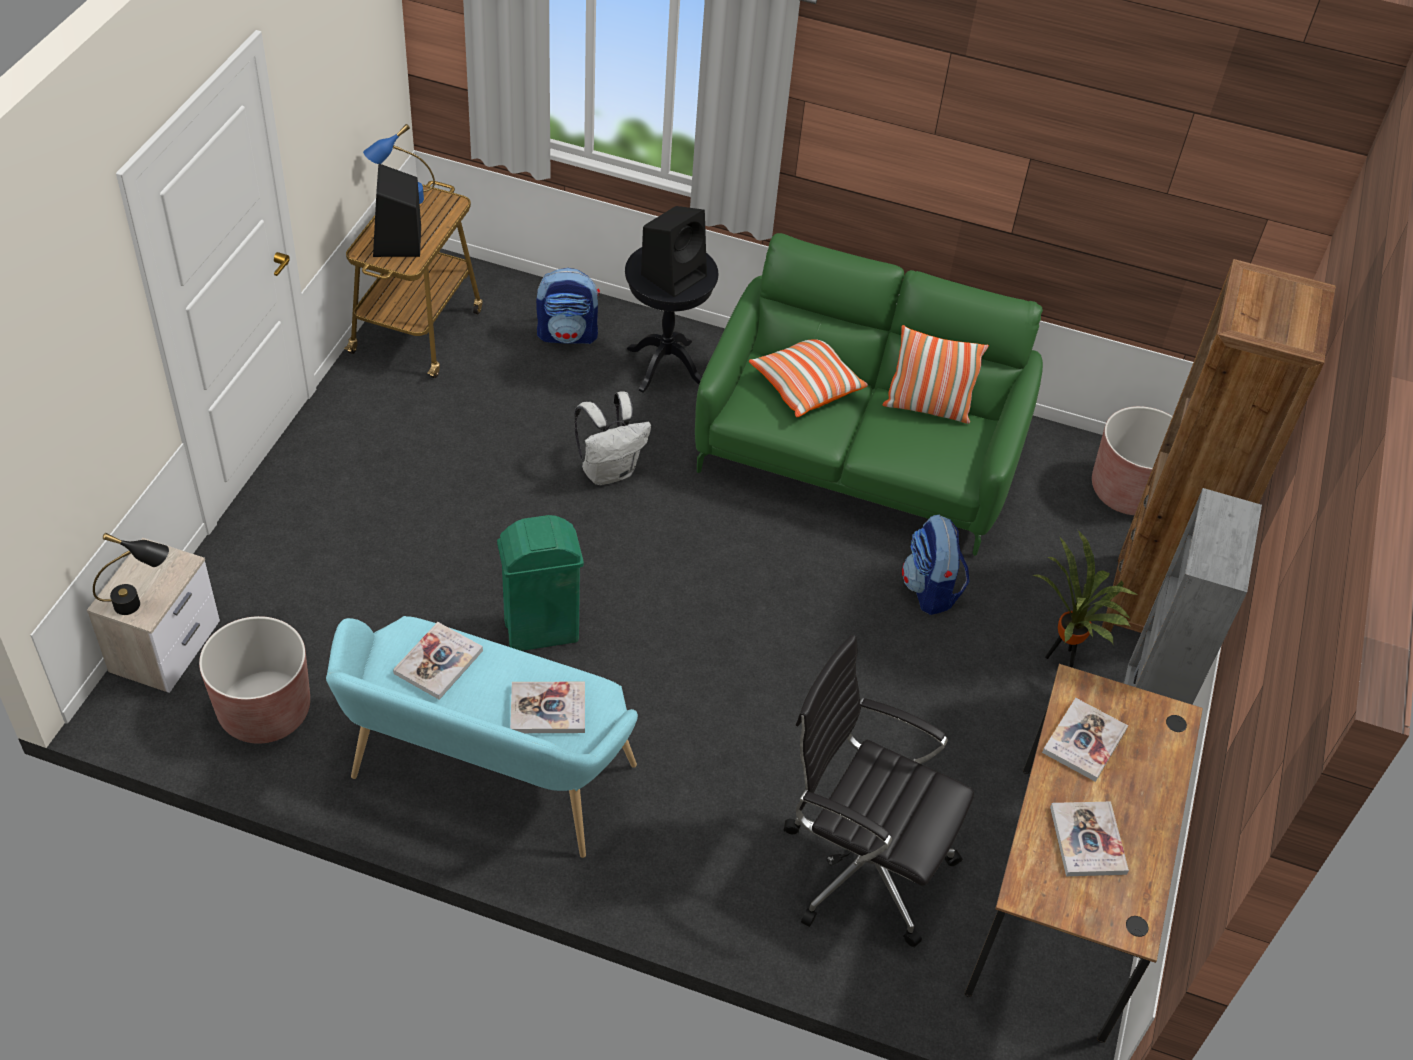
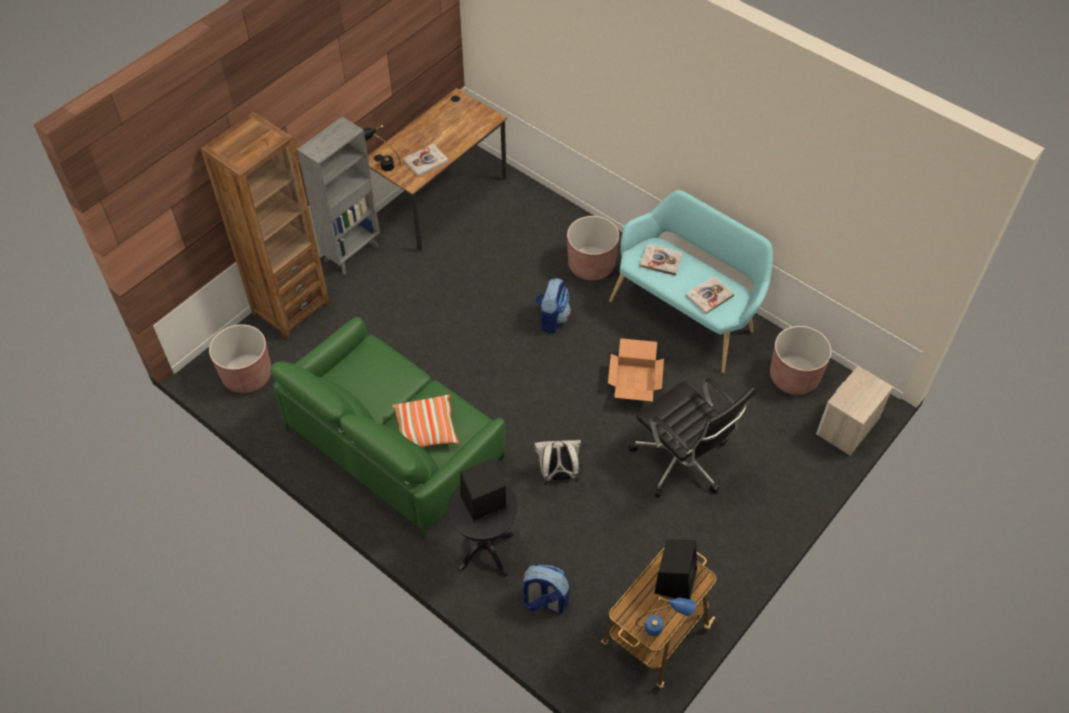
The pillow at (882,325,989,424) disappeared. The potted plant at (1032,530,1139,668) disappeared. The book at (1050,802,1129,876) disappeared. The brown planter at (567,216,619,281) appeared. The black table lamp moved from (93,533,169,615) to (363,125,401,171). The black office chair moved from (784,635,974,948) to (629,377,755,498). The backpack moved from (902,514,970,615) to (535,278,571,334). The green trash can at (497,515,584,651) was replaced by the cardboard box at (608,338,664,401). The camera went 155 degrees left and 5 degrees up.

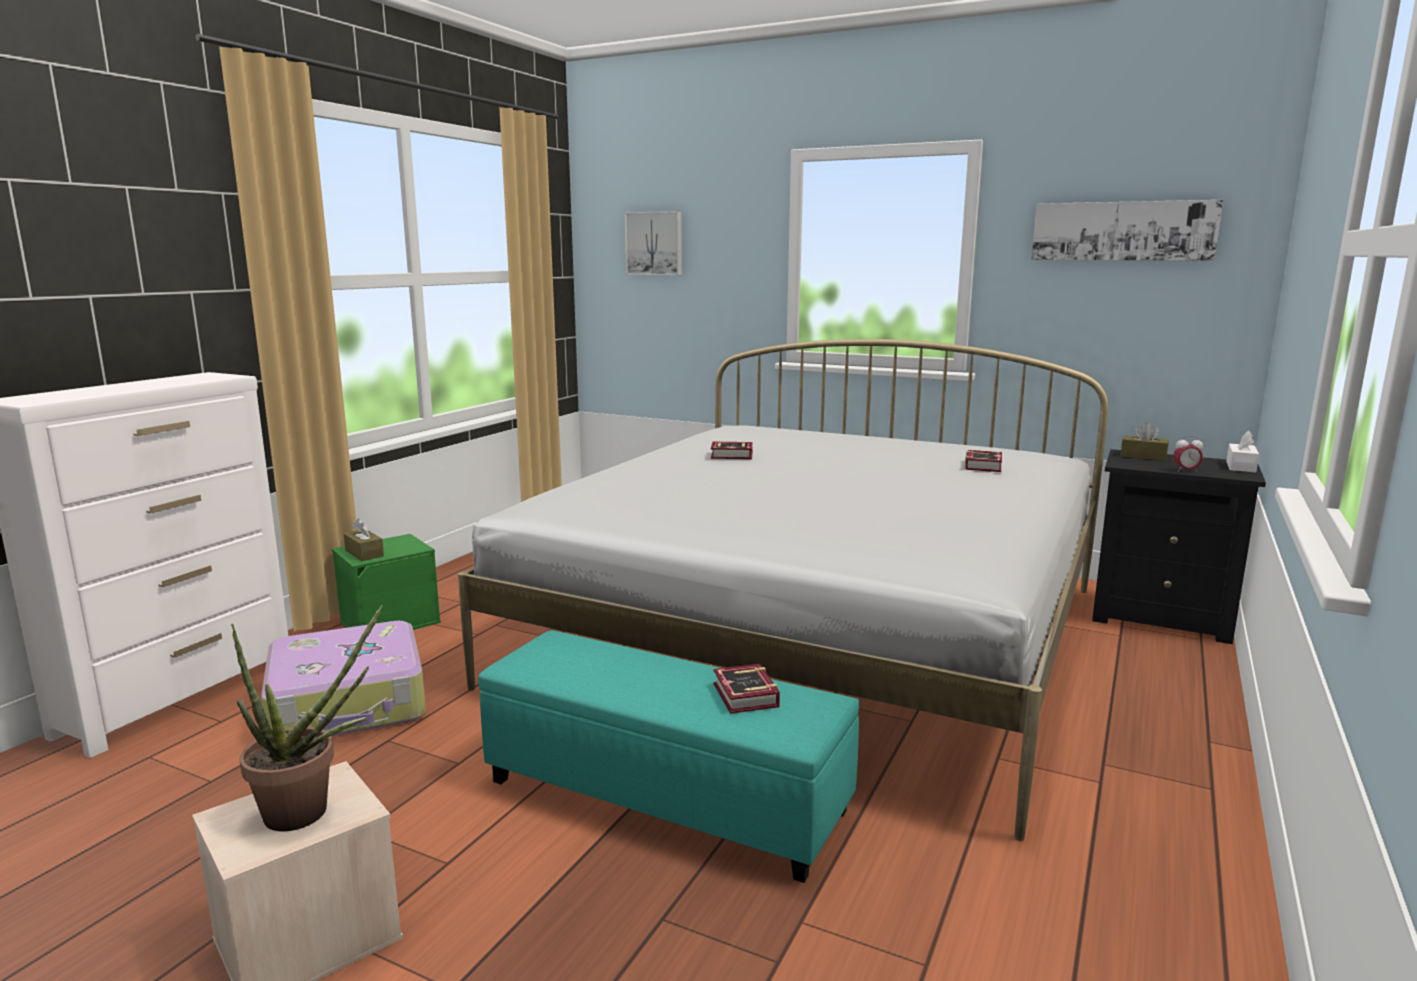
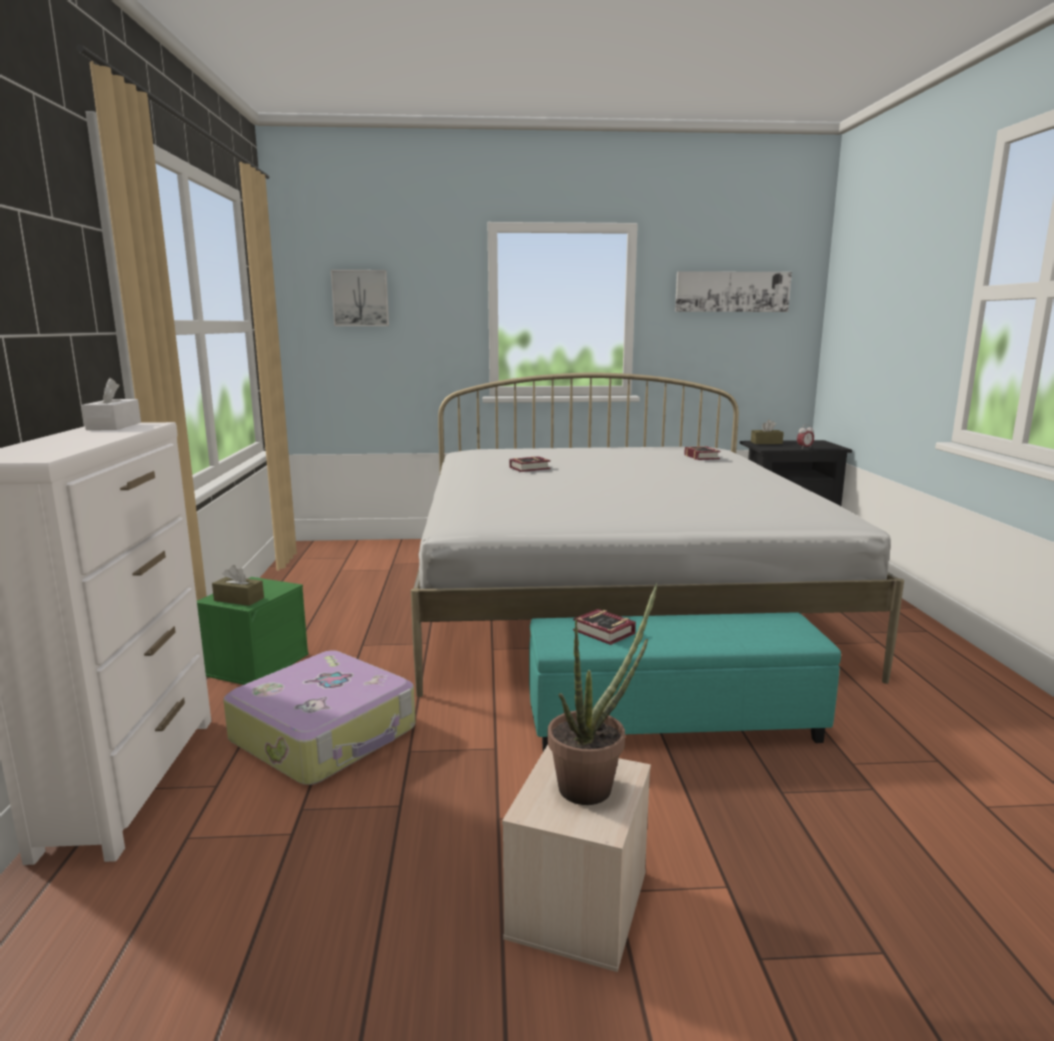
The book moved from (713,664,780,714) to (573,609,636,645). The white tissue box moved from (1226,431,1259,473) to (82,378,141,430). The camera went 30 degrees left and 0 degrees up.

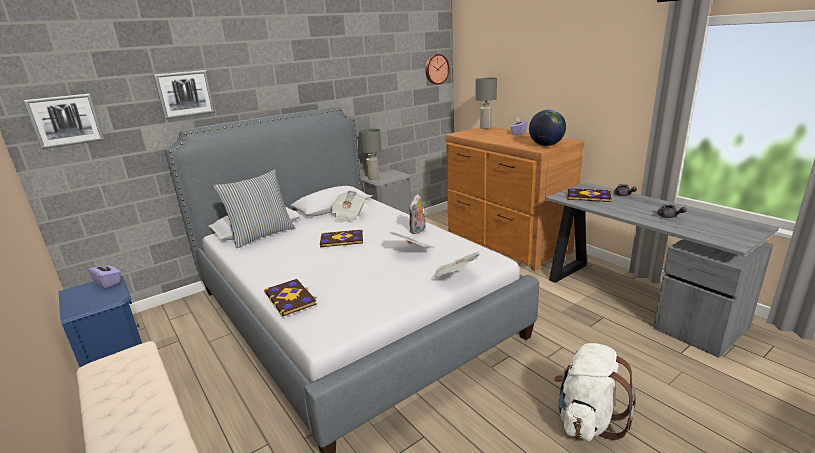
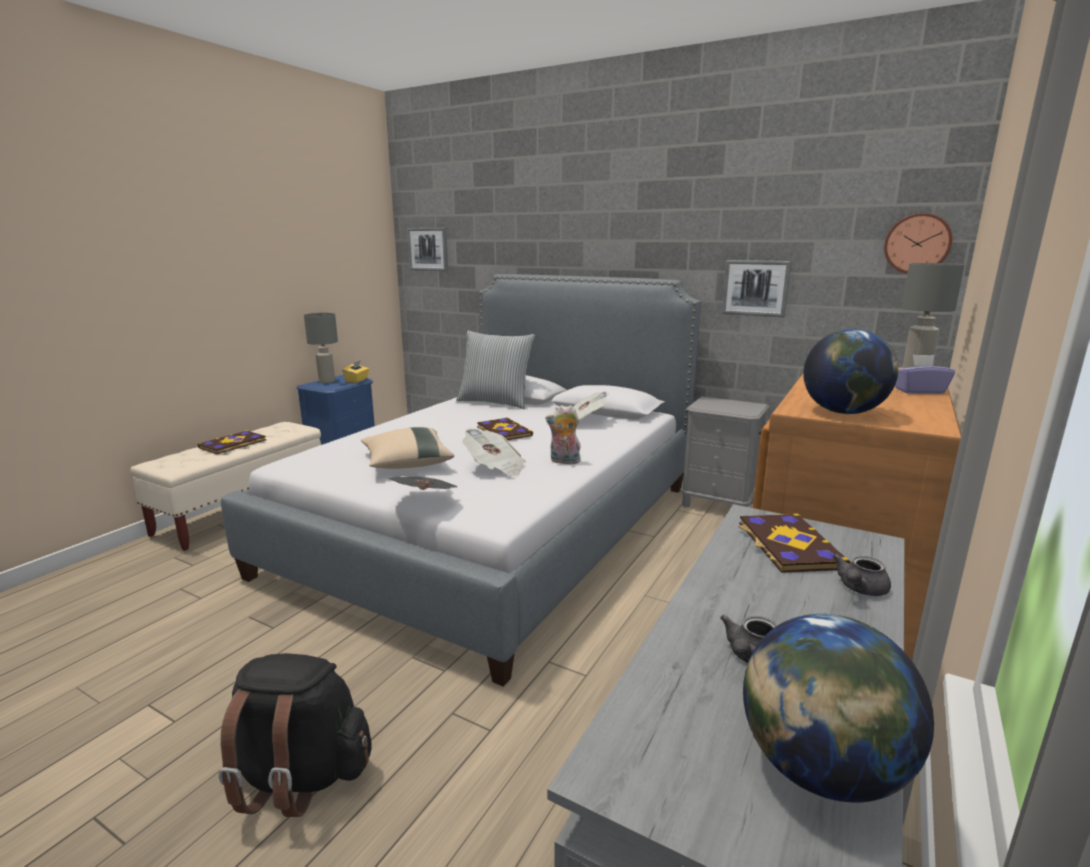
The beige pillow at (361,427,454,469) appeared. The globe at (743,614,934,802) appeared. The picture moved from (154,70,215,119) to (721,260,791,317). The book moved from (264,279,317,316) to (198,430,266,454). The grey table lamp moved from (359,129,382,180) to (304,313,338,383). The purple tissue box at (88,259,121,289) became the yellow tissue box at (342,360,369,383). The white backpack at (554,343,636,441) became the black backpack at (219,653,372,817). The camera went 65 degrees right and 5 degrees down.

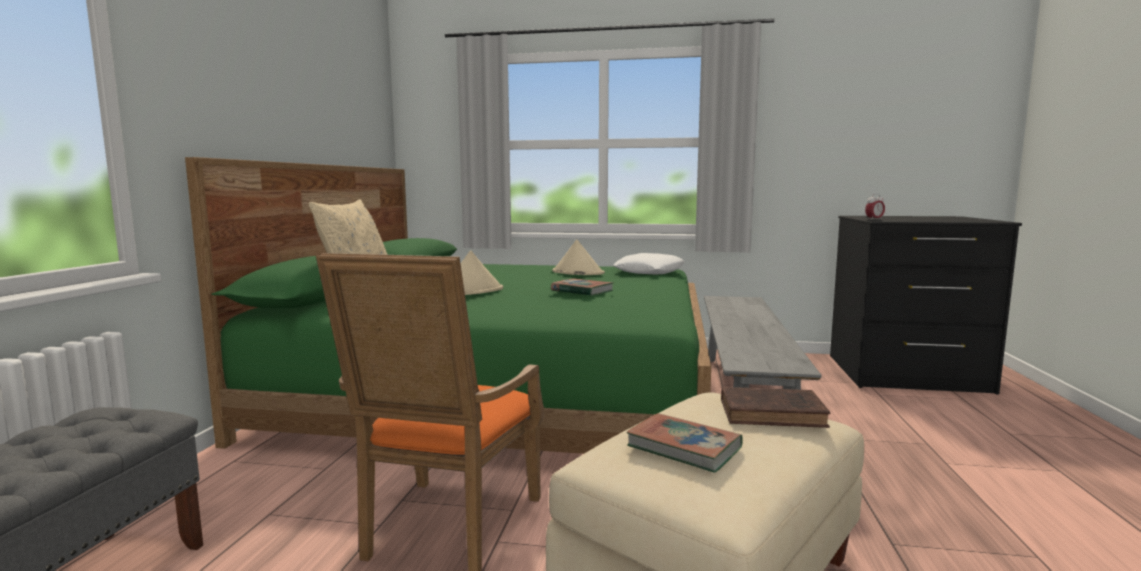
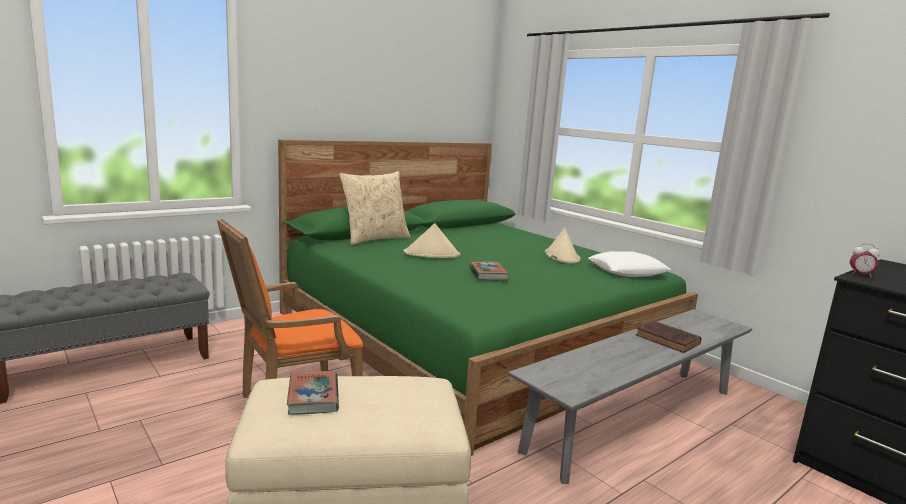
The brown book moved from (721,387,831,428) to (636,321,701,353). The camera went 40 degrees right and 5 degrees up.

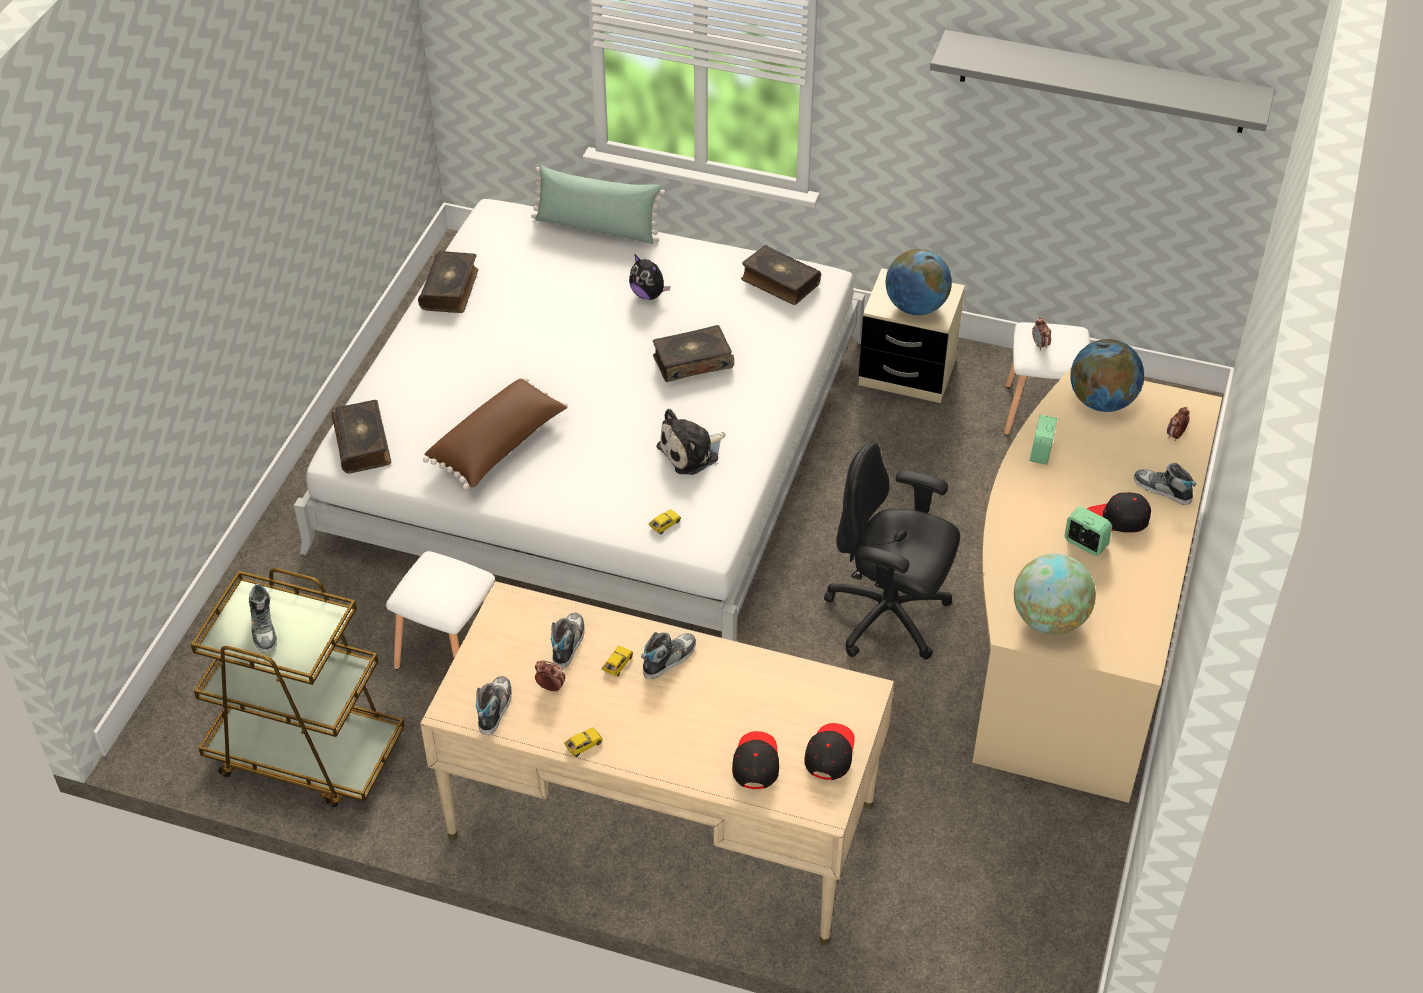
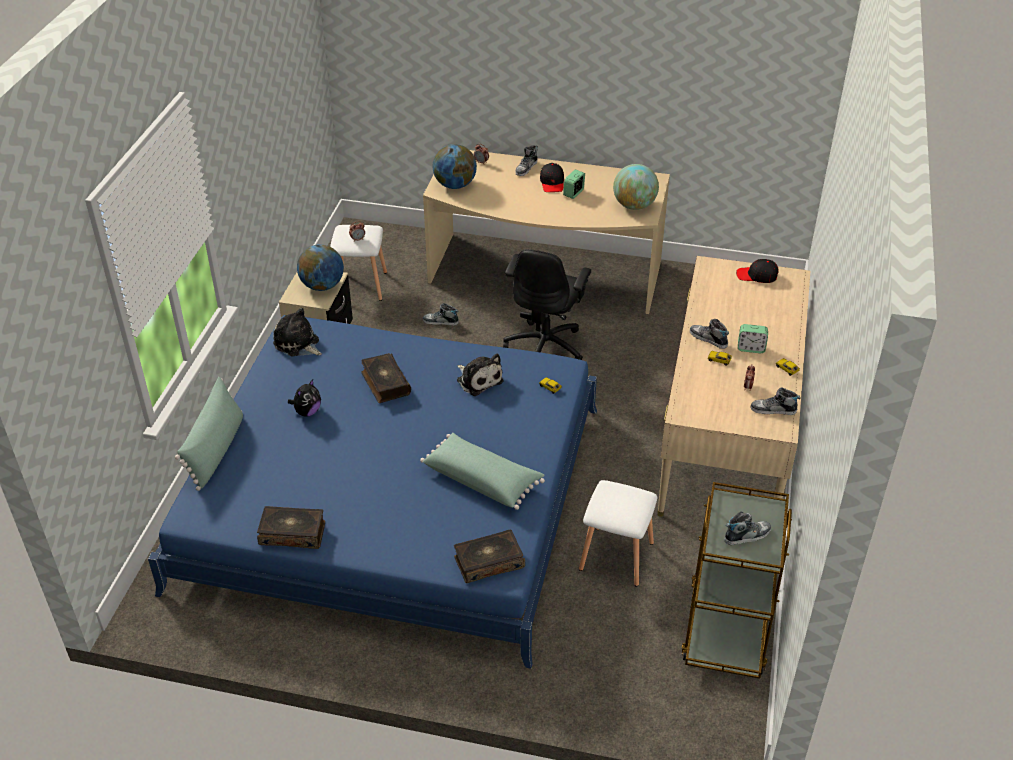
The black cap at (732,731,779,789) disappeared. The grey shelf at (930,30,1275,133) disappeared. The shoe moved from (551,613,585,669) to (423,303,459,326). The alarm clock moved from (1029,415,1057,465) to (738,324,768,353). The book at (741,245,821,305) was replaced by the plush toy at (273,308,322,357). The white bed at (294,199,865,642) became the blue bed at (148,315,597,669). The brown pillow at (423,378,568,490) became the green pillow at (420,433,545,510). The camera went 95 degrees left and 5 degrees down.

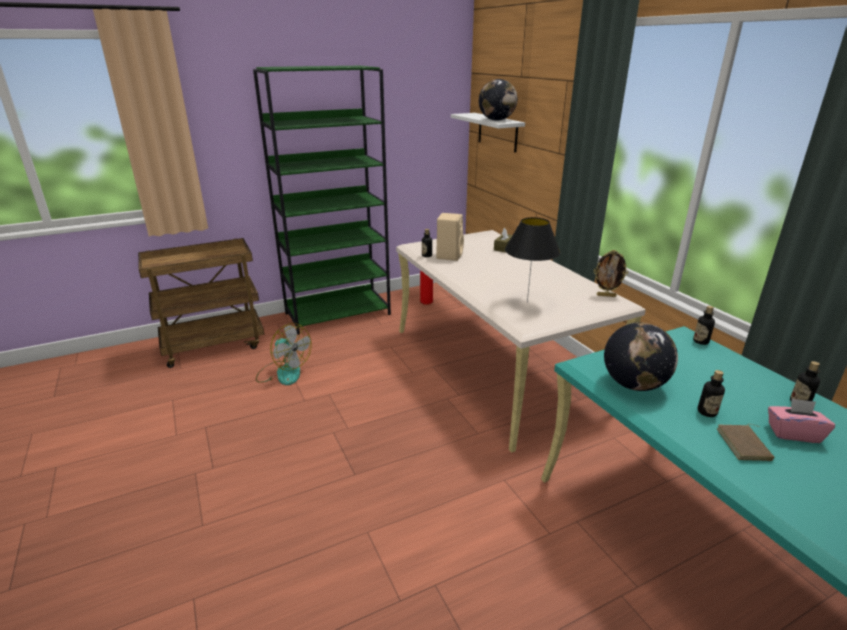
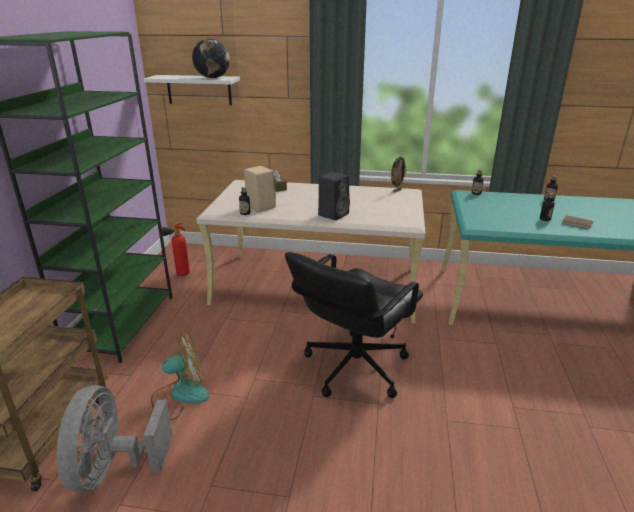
The black table lamp at (505,217,560,303) disappeared. The globe at (604,322,678,391) disappeared. The pink tissue box at (768,398,836,443) disappeared. The grey fan at (57,385,173,493) appeared. The black office chair at (285,252,423,398) appeared. The black speaker at (318,172,350,220) appeared. The camera went 55 degrees left and 0 degrees up.

